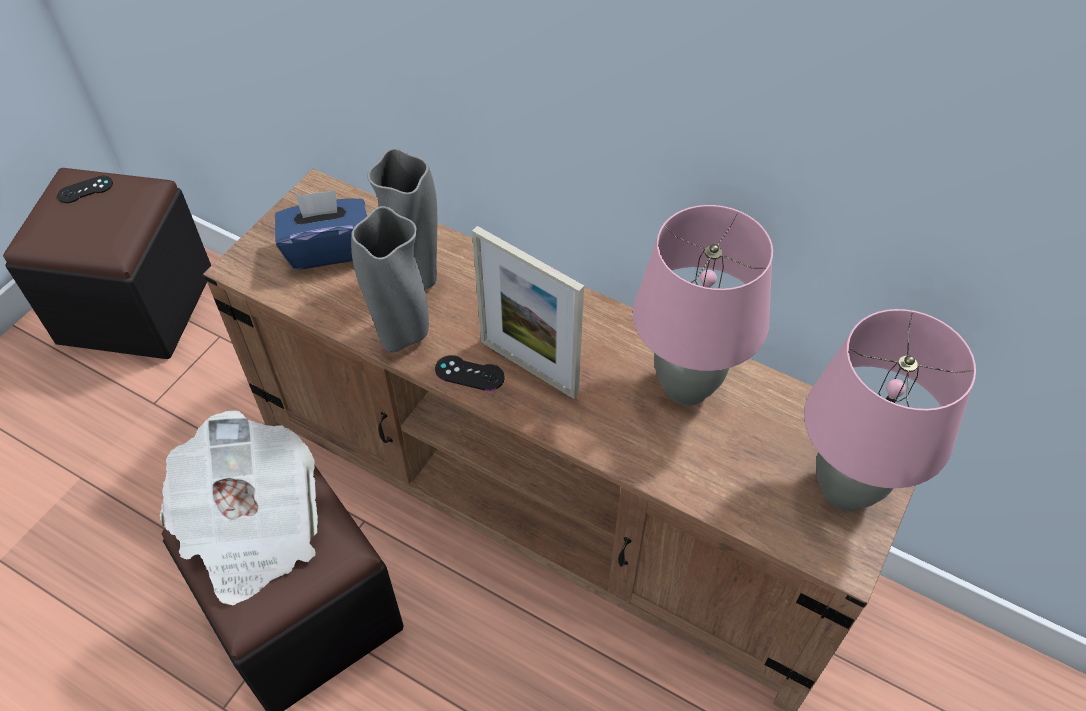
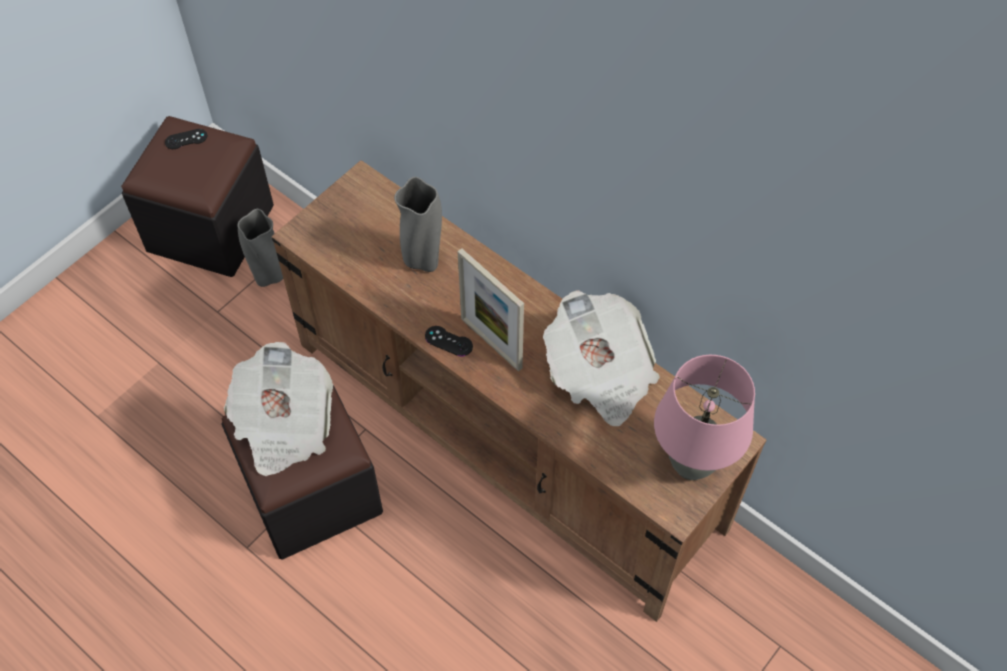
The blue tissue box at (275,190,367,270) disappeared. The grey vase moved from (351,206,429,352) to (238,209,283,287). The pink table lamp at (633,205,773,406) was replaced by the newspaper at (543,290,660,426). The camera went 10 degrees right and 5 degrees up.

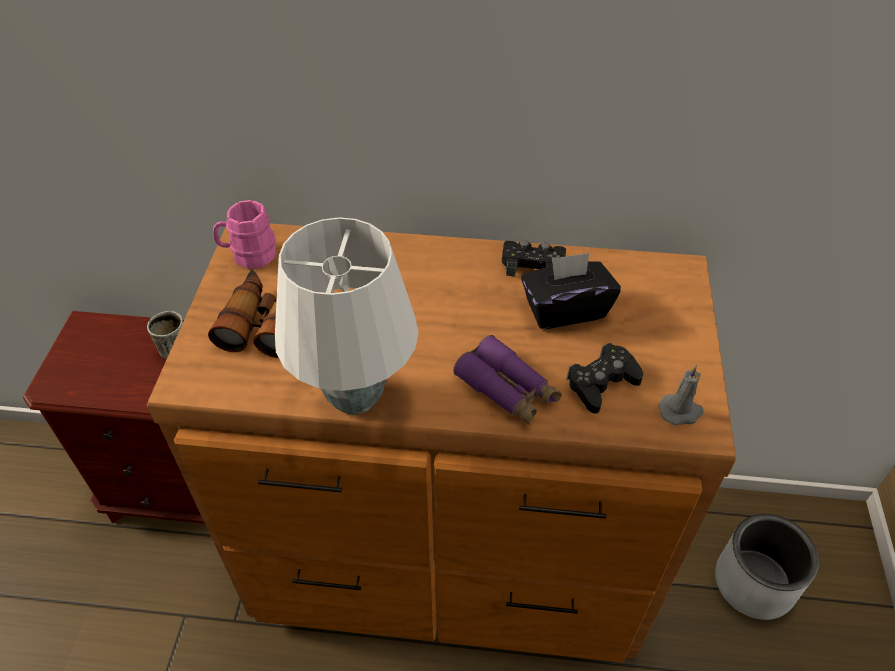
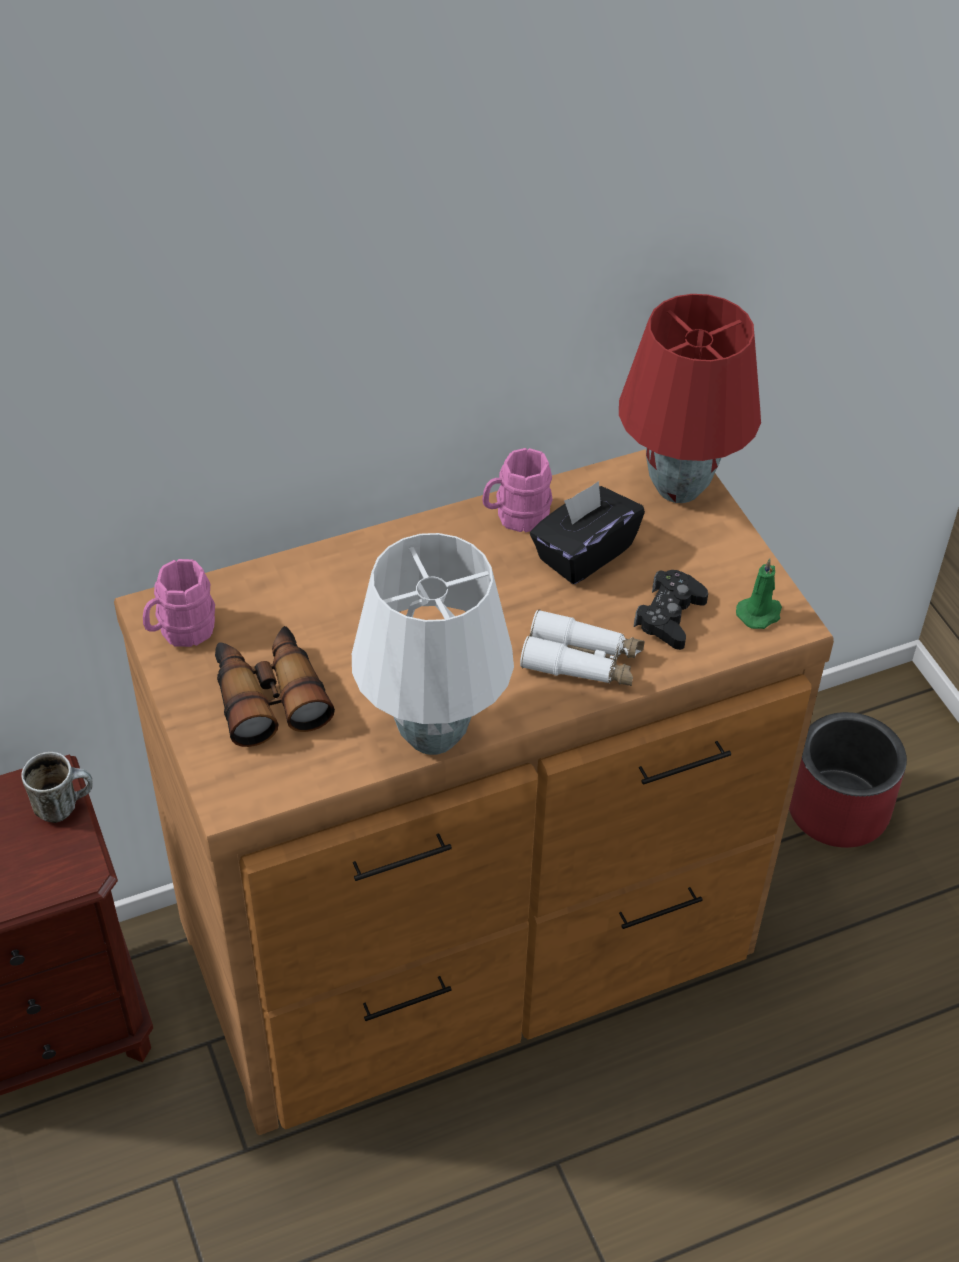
The red table lamp at (619,294,761,503) appeared. The black game controller at (502,240,566,276) was replaced by the pink mug at (482,448,553,532). The purple binoculars at (453,335,562,426) became the white binoculars at (520,609,645,686). The grey candle at (658,365,704,425) became the green candle at (736,558,782,629). The grey planter at (715,514,819,620) became the red planter at (789,712,907,848). The camera went 30 degrees left and 0 degrees up.

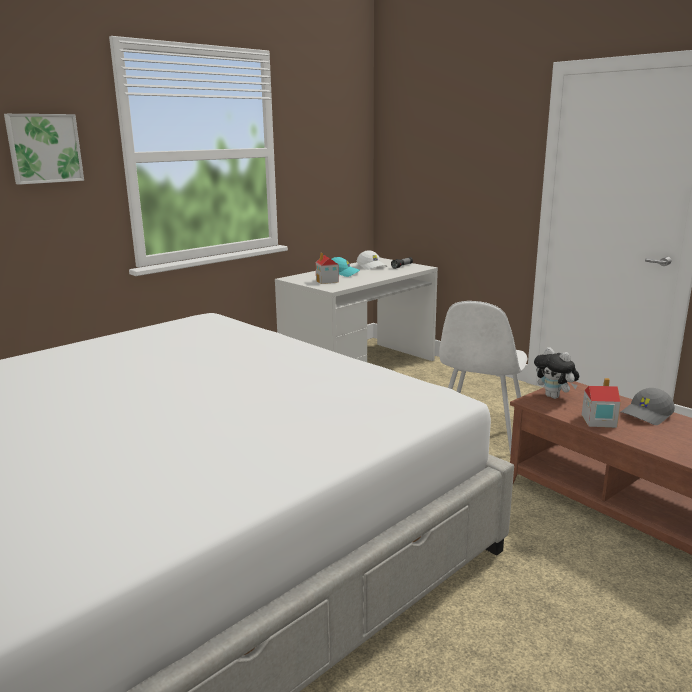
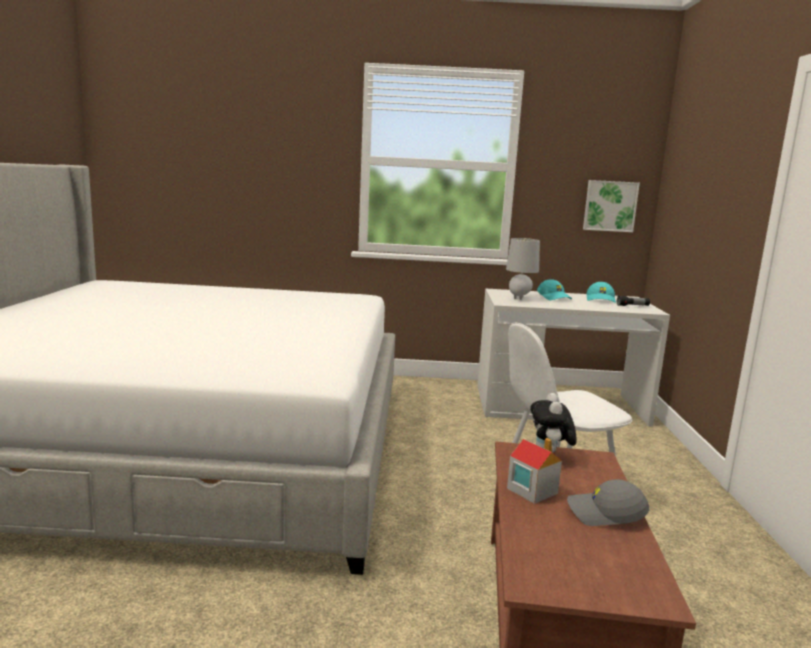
The picture moved from (4,114,84,185) to (583,180,640,232). The toy house at (316,253,339,284) was replaced by the grey table lamp at (506,238,540,300). The white cap at (357,250,387,270) became the turquoise cap at (587,282,616,303). The camera went 45 degrees right and 5 degrees down.

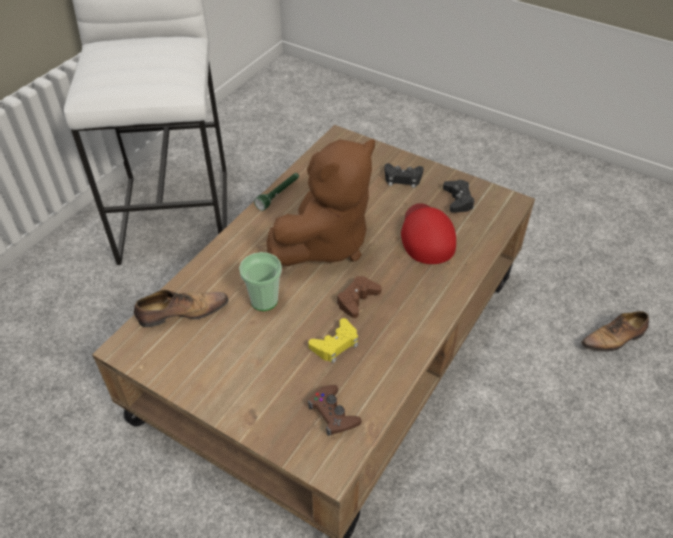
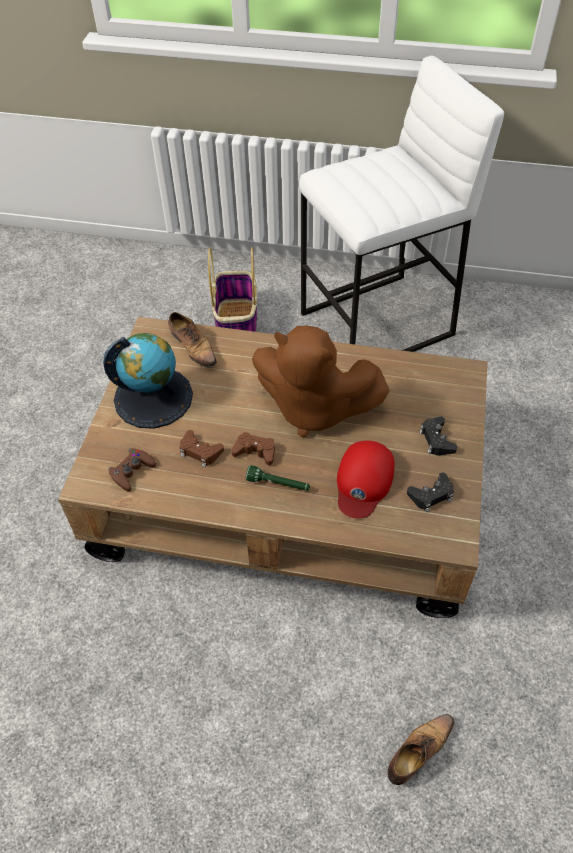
The cup at (239,252,282,311) disappeared. The globe at (103,333,193,429) appeared. The basket at (208,247,257,332) appeared. The green flashlight moved from (254,173,299,211) to (246,465,310,491). The yellow game controller at (308,318,358,363) became the brown game controller at (179,430,224,467). The red cap at (401,203,456,264) turned 135 degrees clockwise. The shoe at (581,311,649,352) turned 90 degrees clockwise. The camera went 70 degrees right and 5 degrees up.

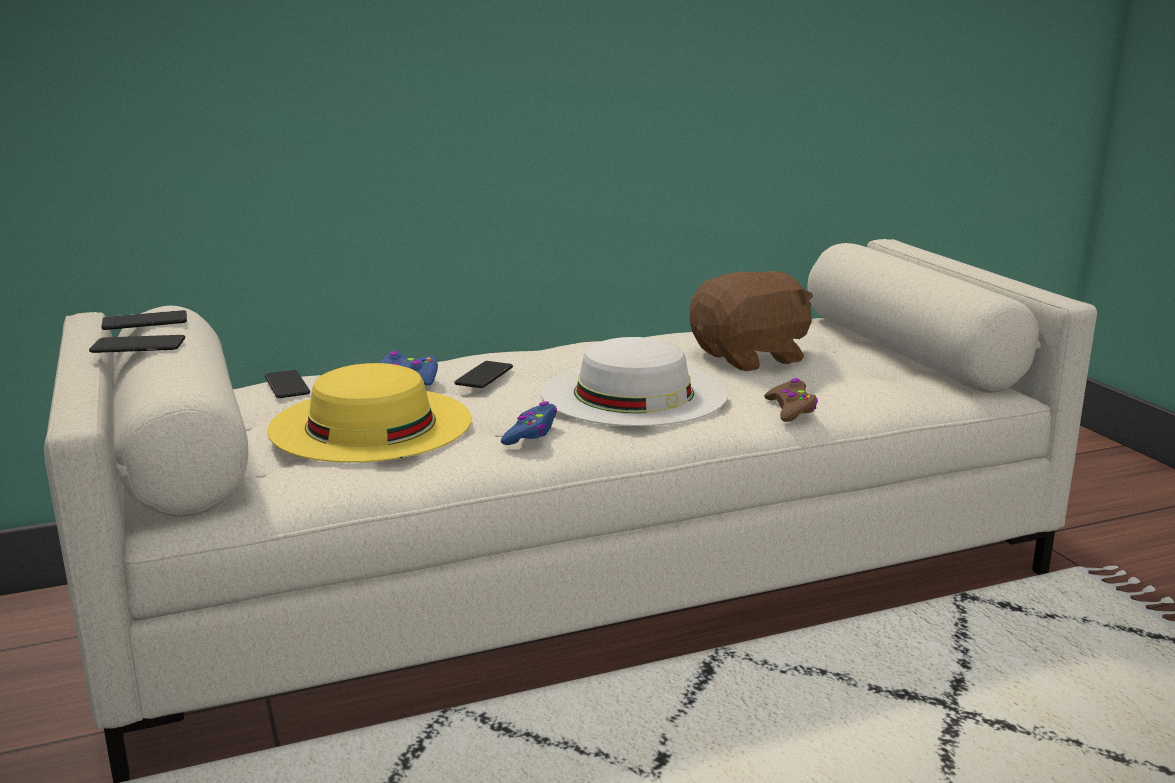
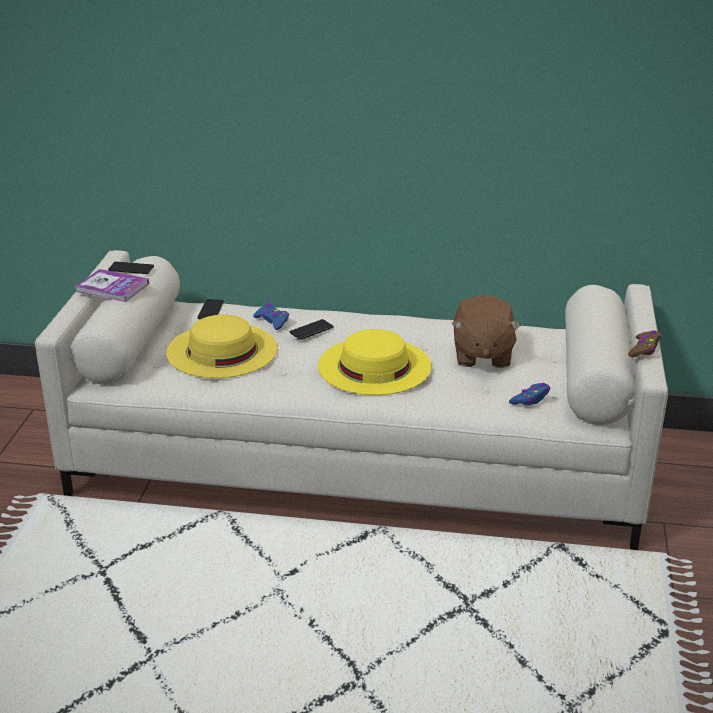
The blue game controller moved from (501,401,557,445) to (509,383,550,405). The brown game controller moved from (764,378,818,422) to (628,330,661,357). The phone at (89,335,185,353) was replaced by the book at (75,269,149,302). The white hat at (541,337,728,426) became the yellow hat at (318,329,431,395). The brown plush toy at (690,271,813,371) turned 90 degrees clockwise. The camera went 30 degrees right and 10 degrees up.

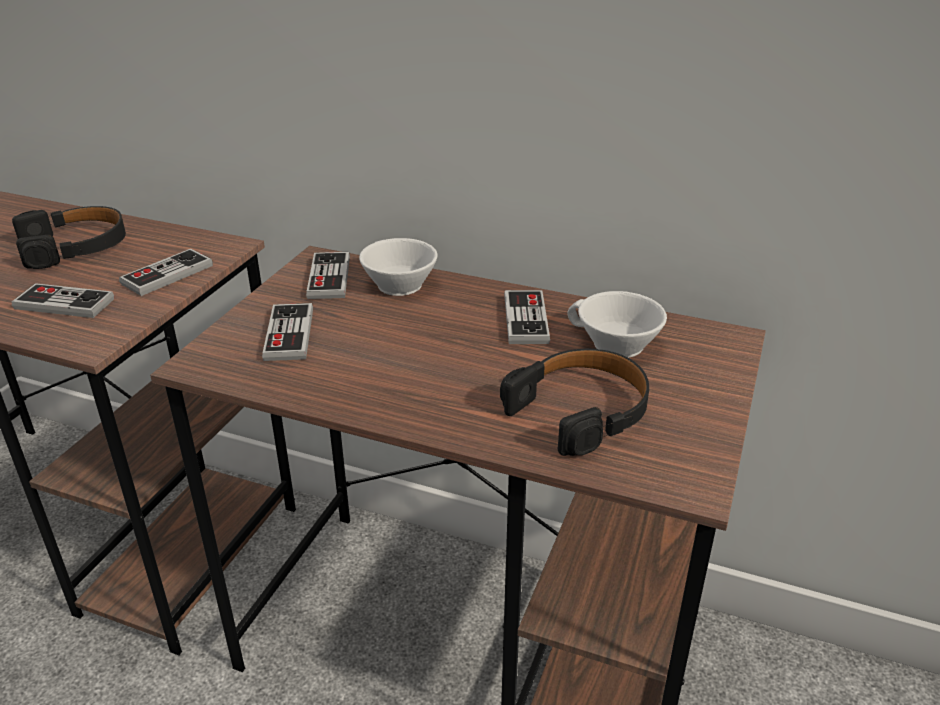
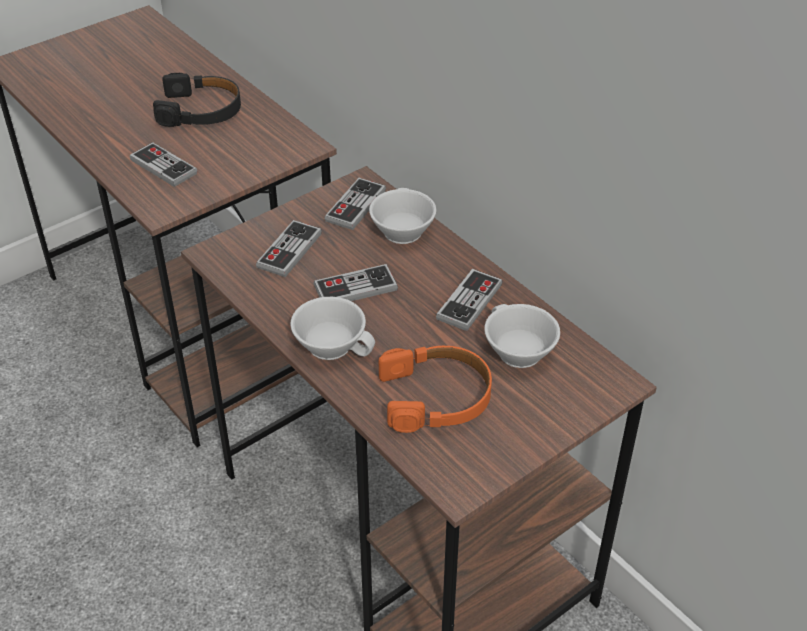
The white cup at (290,297,375,360) appeared. The game controller moved from (119,249,213,296) to (313,264,398,301). The black headphones at (500,349,649,456) became the orange headphones at (379,346,492,433). The camera went 30 degrees right and 10 degrees up.

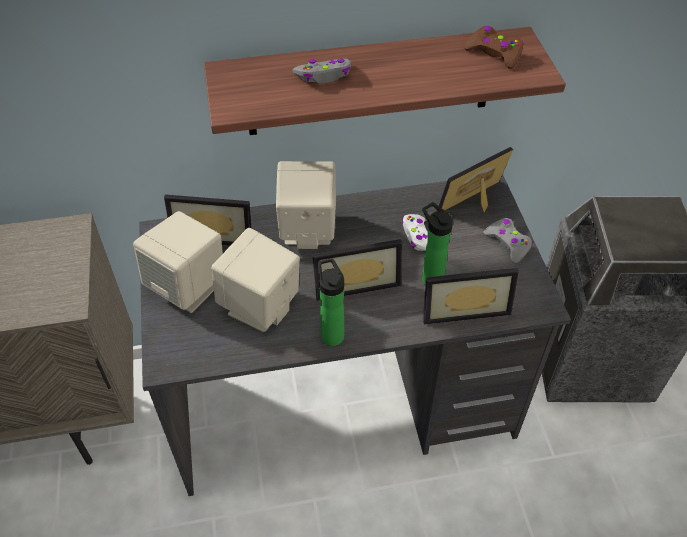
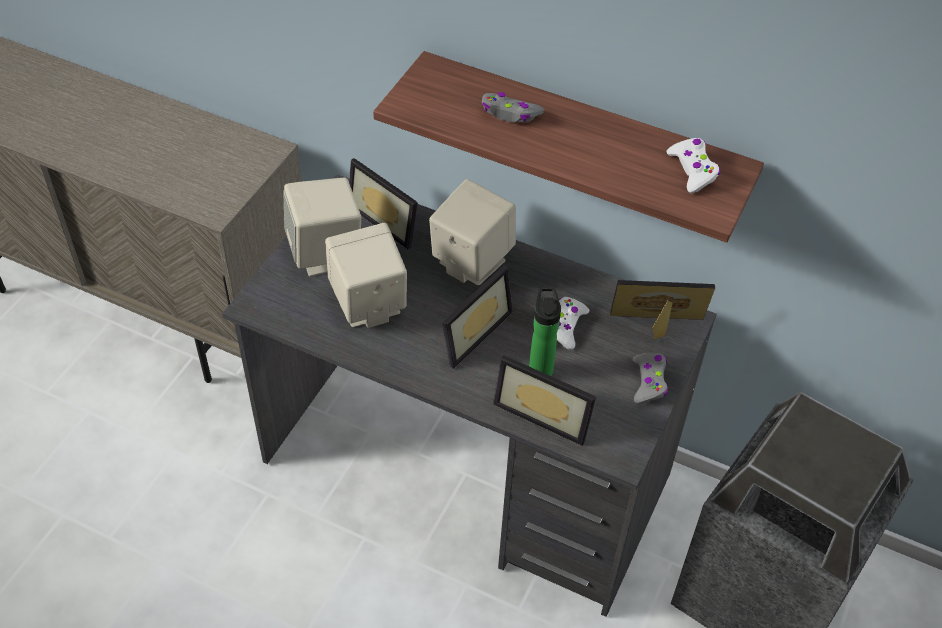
The bottle at (318,258,344,346) disappeared. The brown game controller at (464,26,524,69) became the white game controller at (667,138,720,194). The picture frame at (312,239,402,301) turned 75 degrees counterclockwise. The camera went 35 degrees right and 0 degrees up.

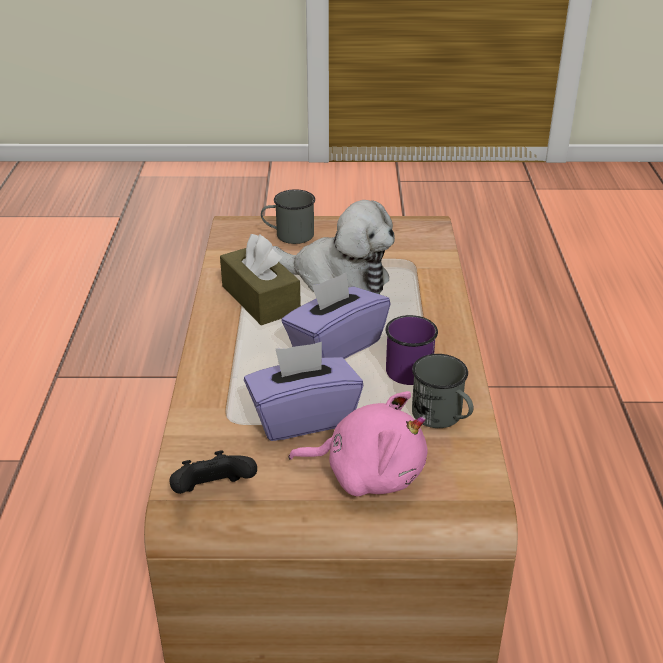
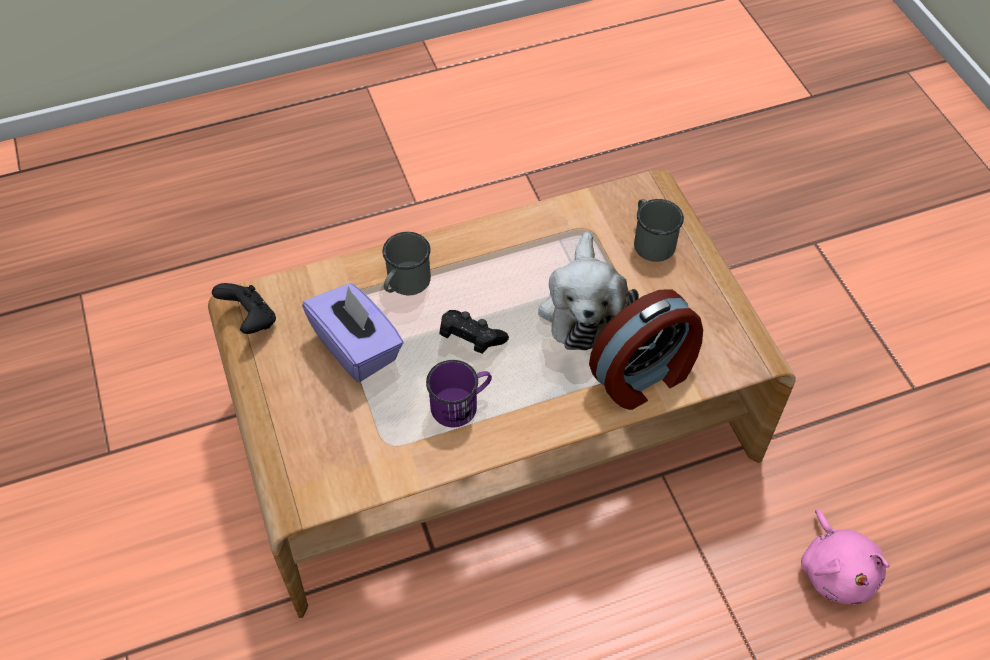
The brown tissue box at (220,234,301,325) disappeared. The alarm clock at (589,289,703,410) appeared. The pink plush toy moved from (289,391,428,497) to (801,510,890,605). The grey mug moved from (412,354,474,428) to (382,232,431,295). The purple tissue box at (281,272,391,359) was replaced by the black game controller at (440,310,509,354). The camera went 70 degrees right and 20 degrees up.

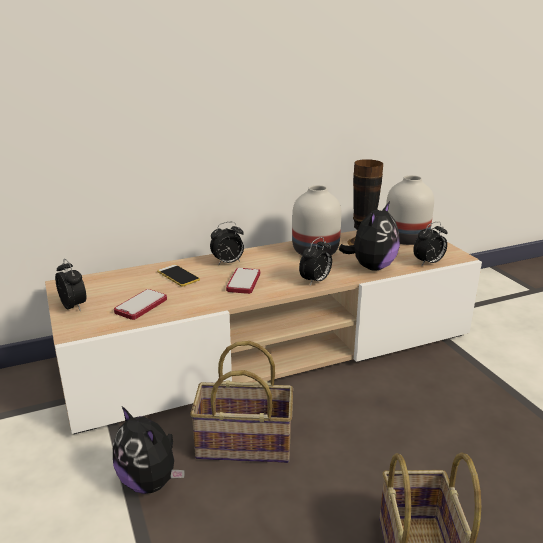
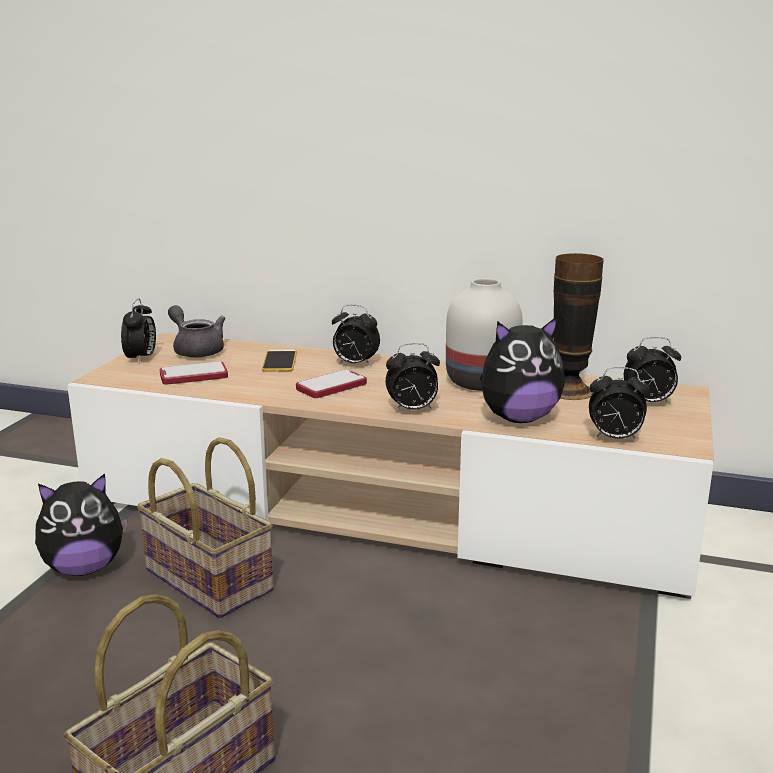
The grey teapot at (168,305,225,358) appeared. The white vase at (386,175,434,245) was replaced by the alarm clock at (624,337,681,404). The plush toy at (113,406,185,494) turned 105 degrees counterclockwise. The camera went 40 degrees right and 5 degrees down.

